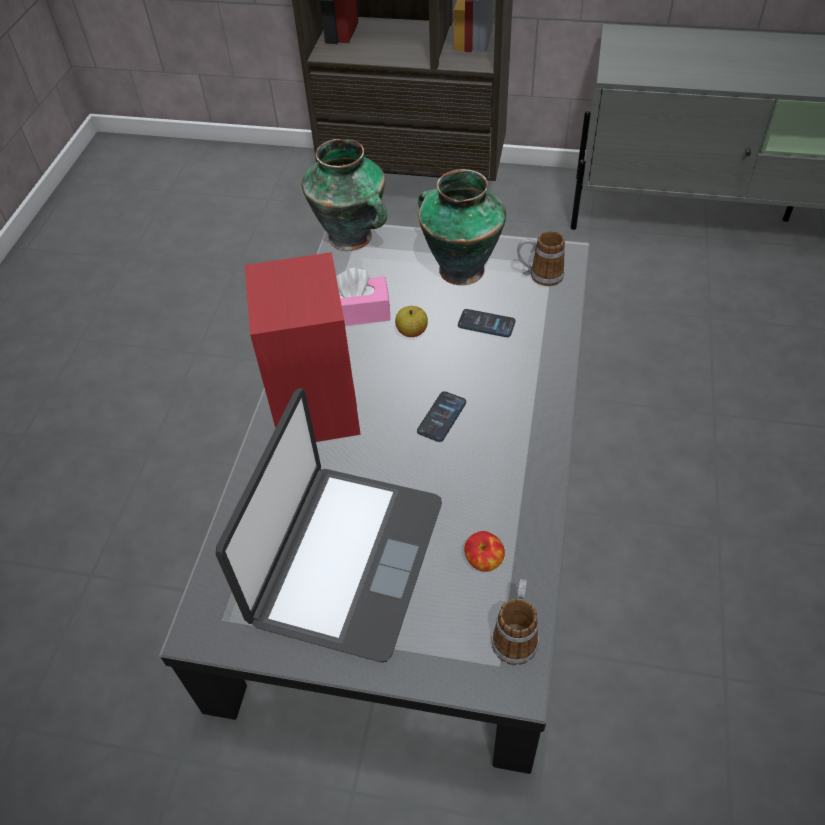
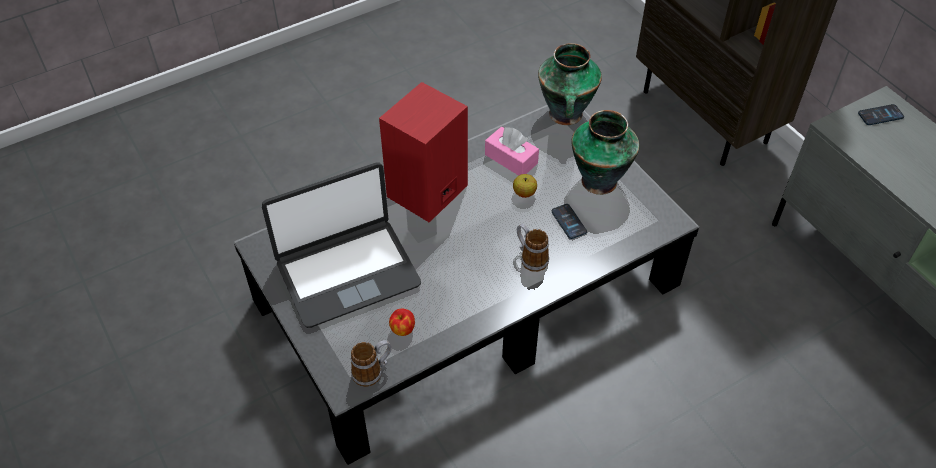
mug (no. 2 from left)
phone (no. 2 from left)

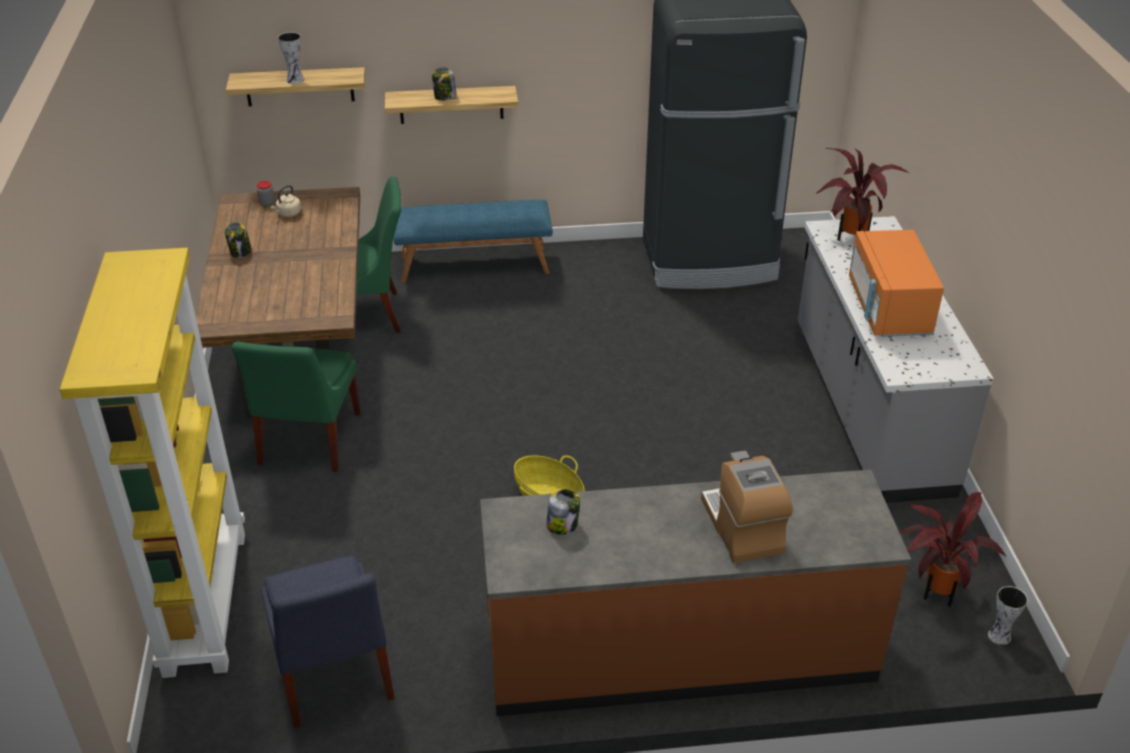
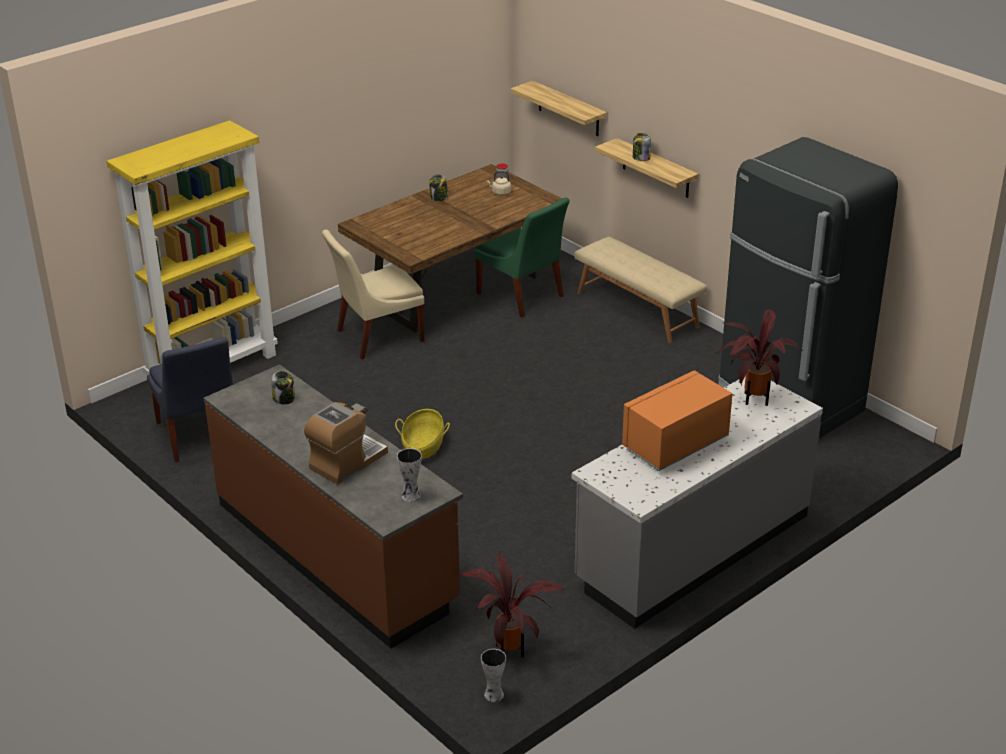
blue chair
beige chair
vase (no. 1 from left)
beige bench

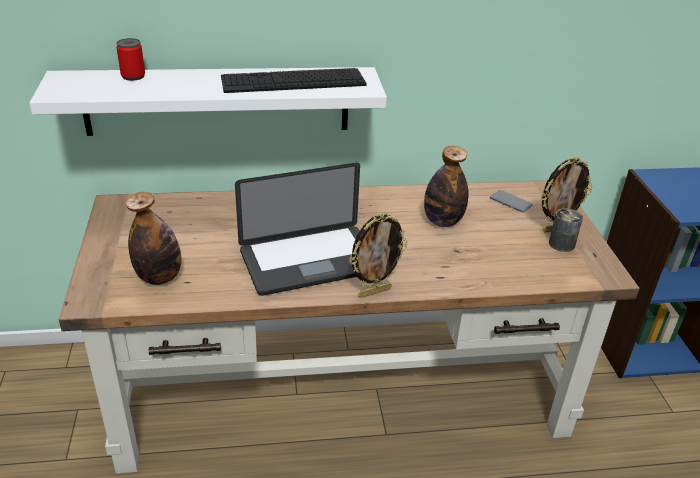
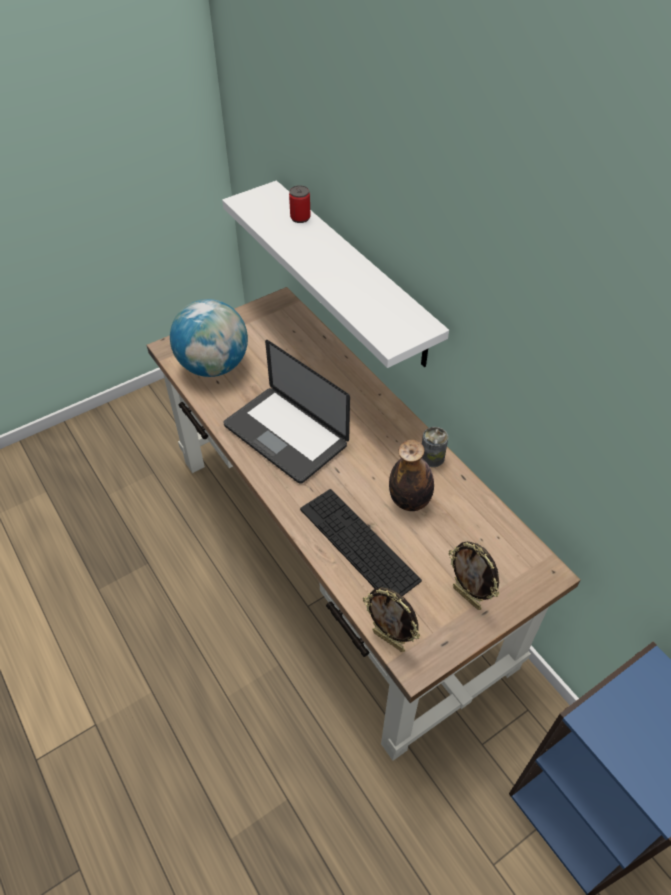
globe
keyboard
picture frame (no. 1 from left)
can (no. 2 from left)
phone

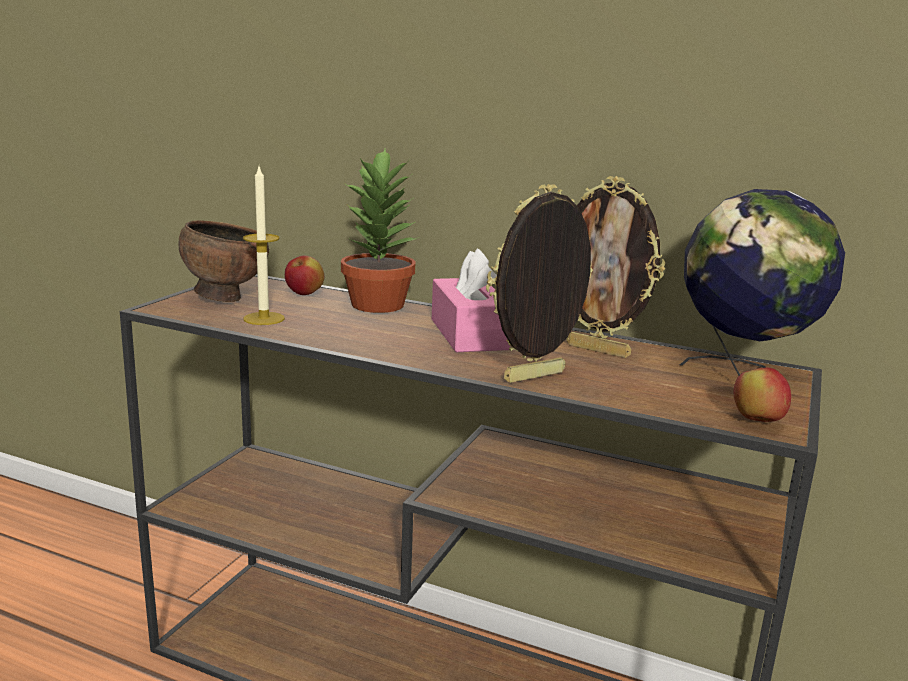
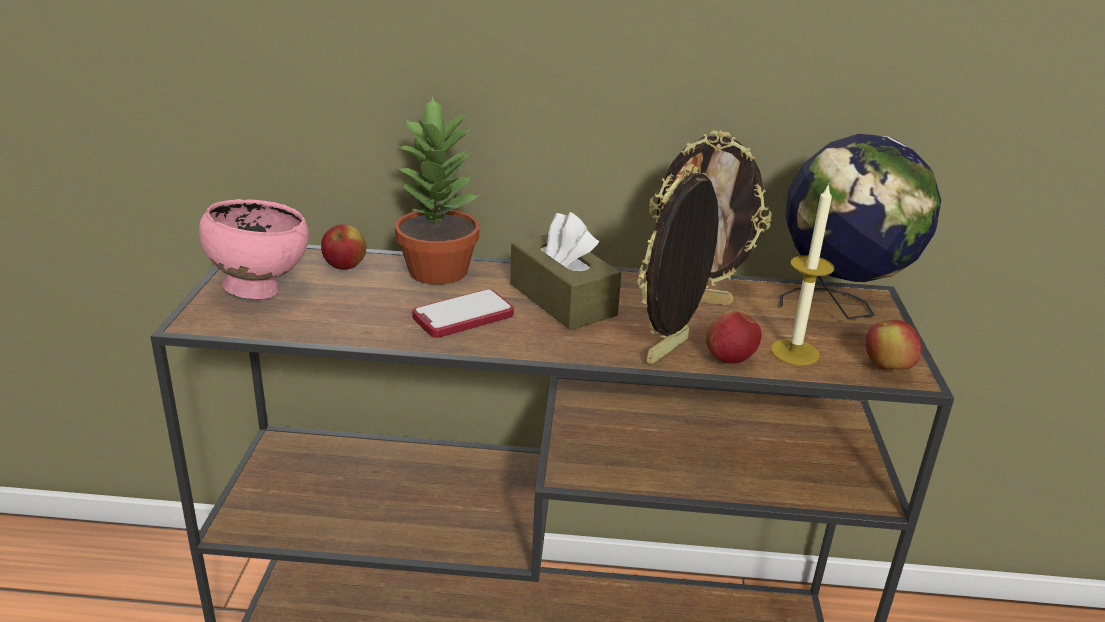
pink bowl
phone
brown tissue box
apple (no. 2 from left)
candle

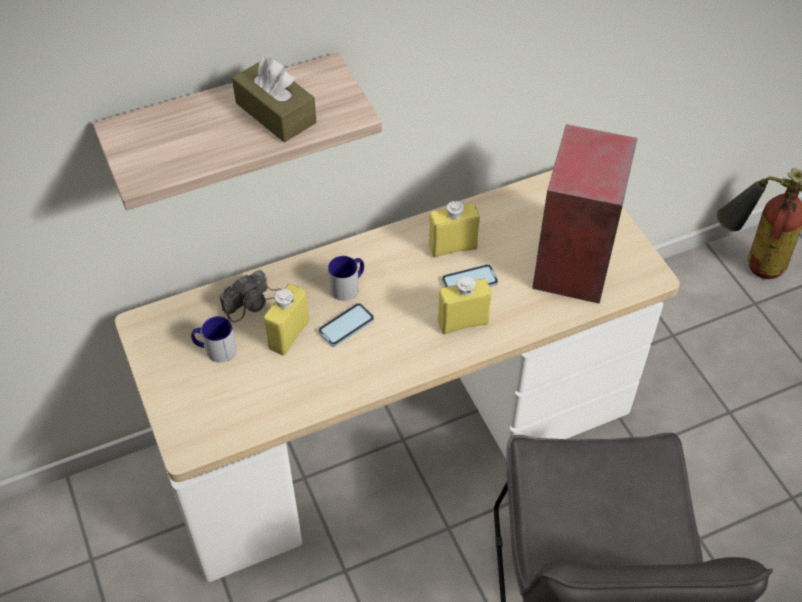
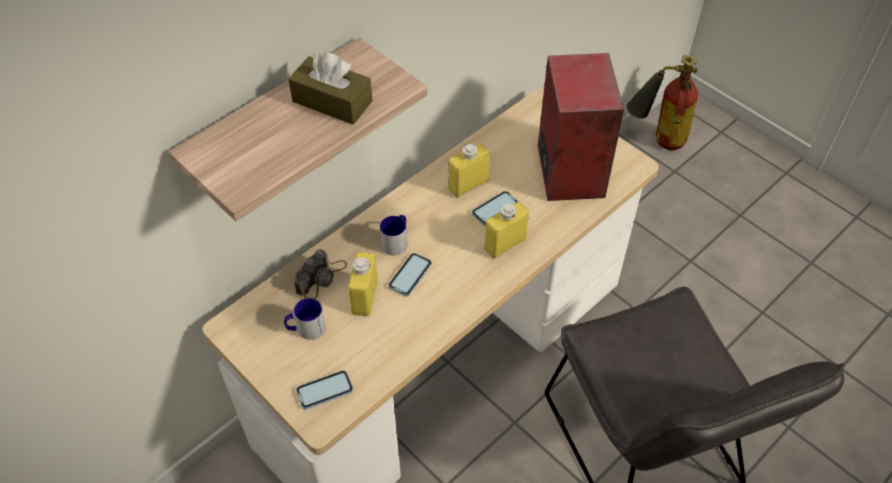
phone (no. 1 from left)

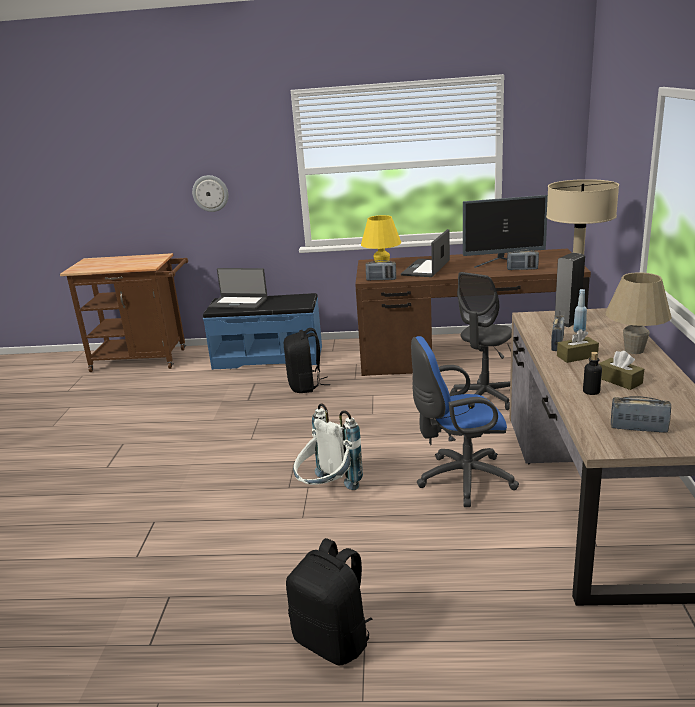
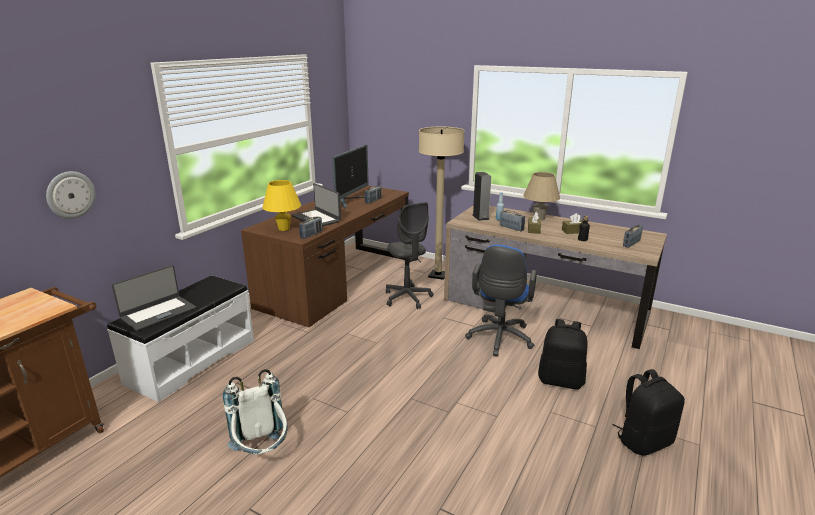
white bench
white backpack
black backpack (no. 1 from left)

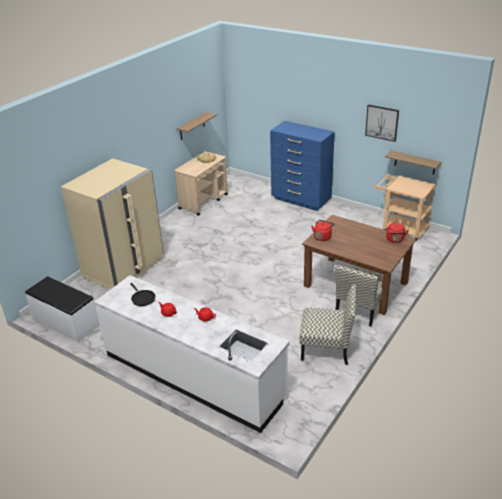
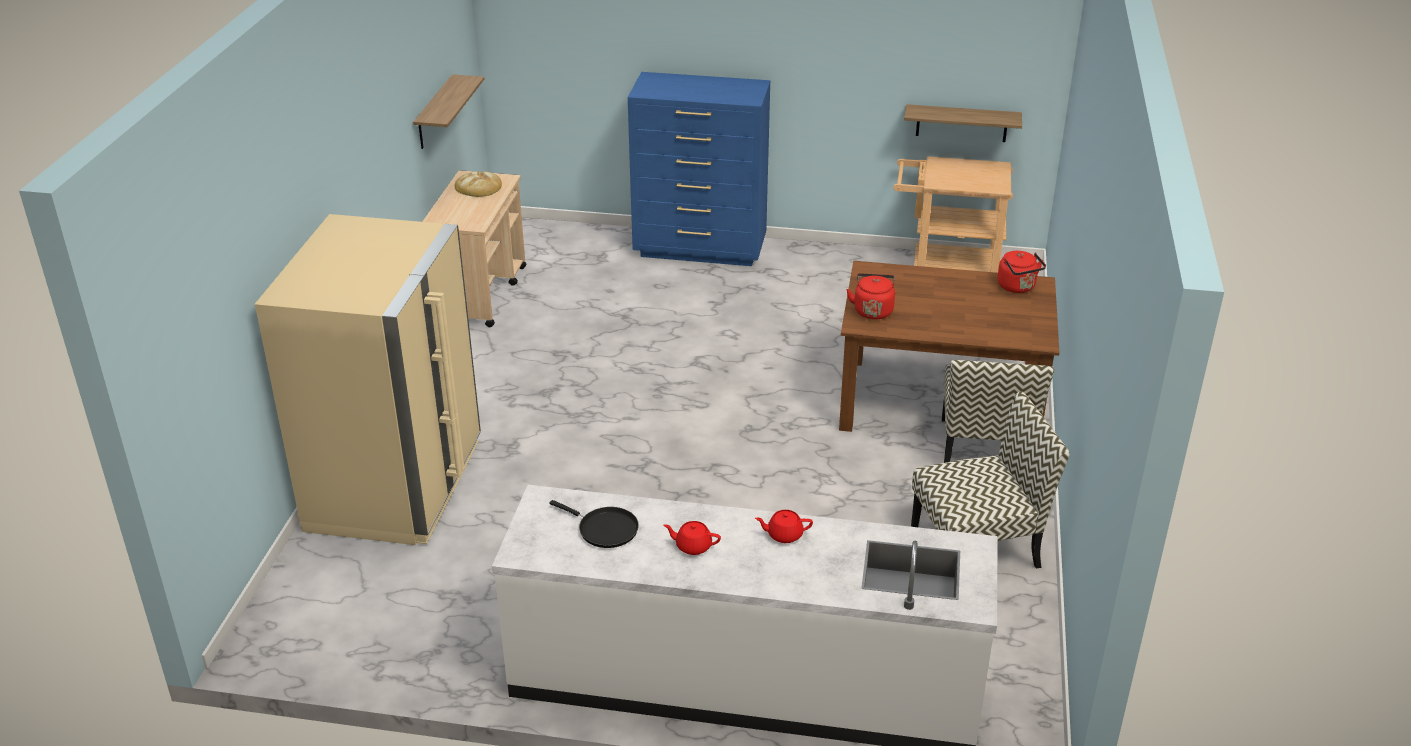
white bench
picture

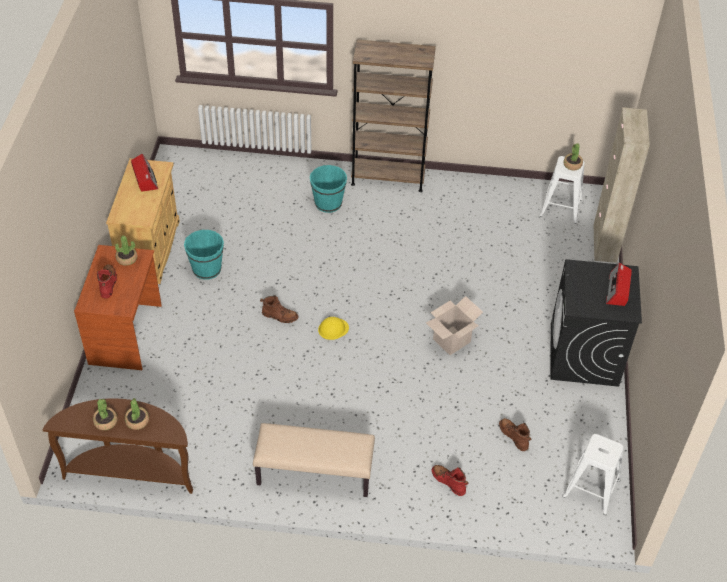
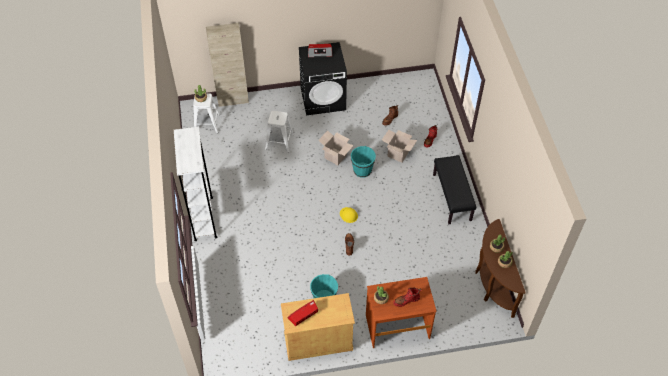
white bookcase
white stool (no. 2 from left)
turquoise bucket (no. 2 from left)
cardboard box (no. 2 from left)
black bench

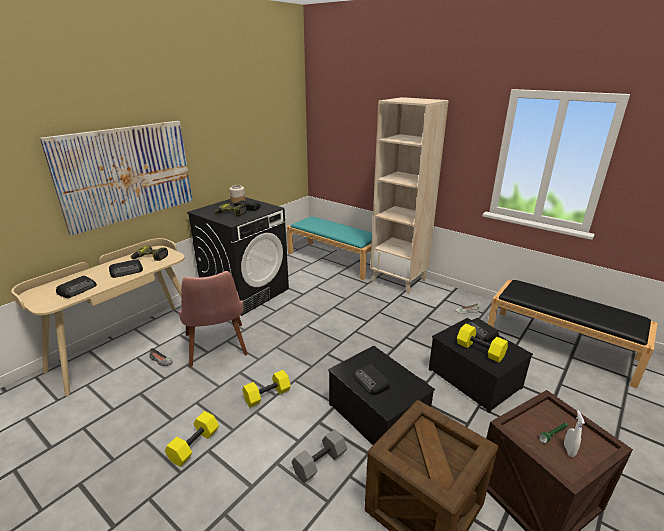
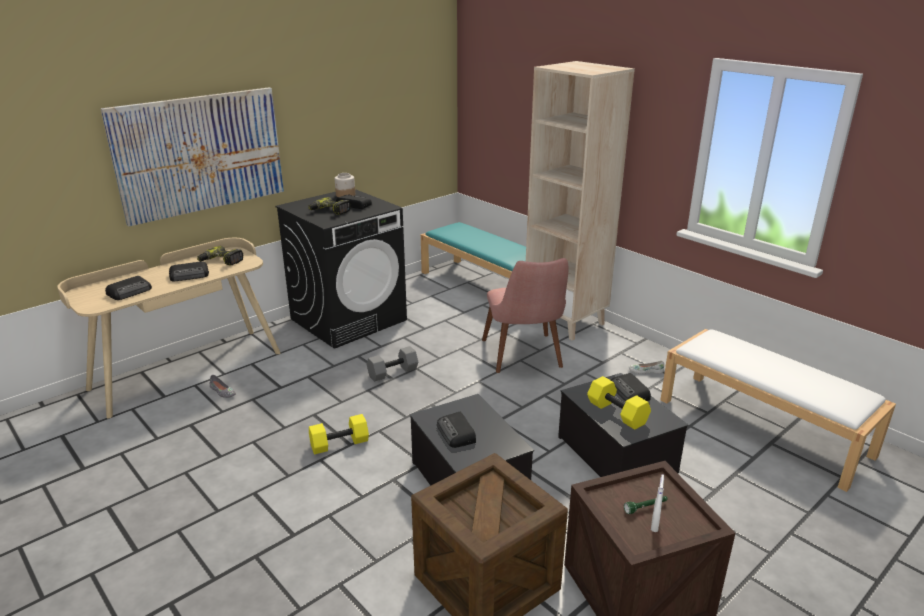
grey dumbbell
pink chair
white bench
yellow dumbbell (no. 1 from left in the first image)

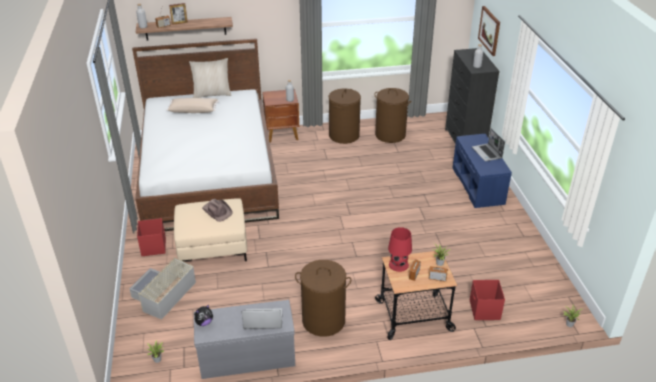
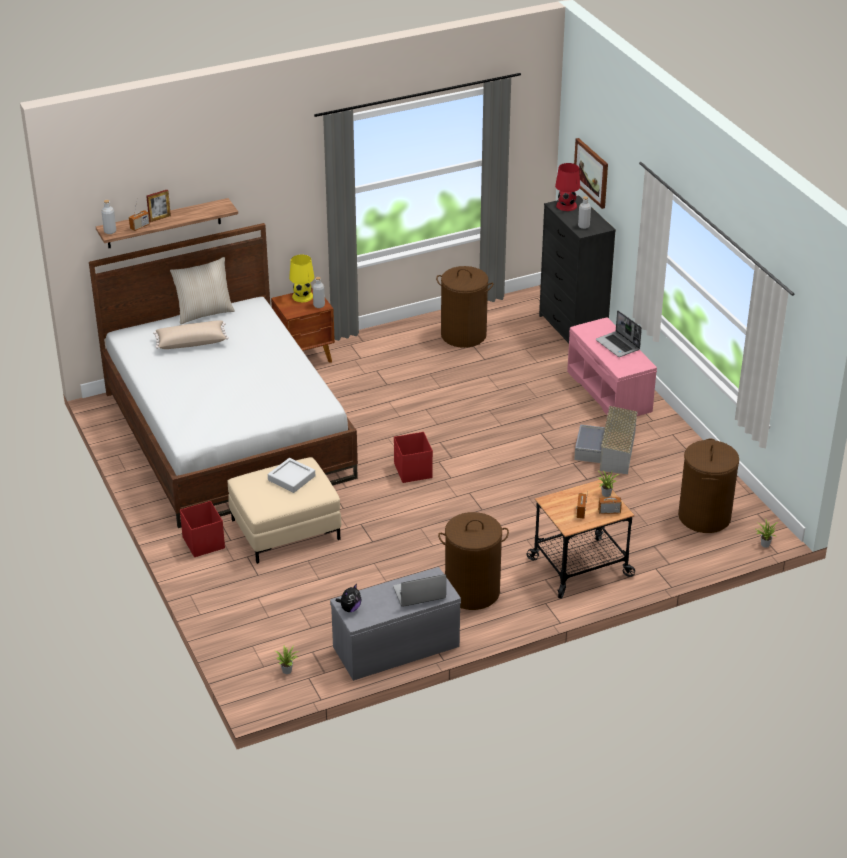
grey tray
yellow table lamp
red storage box (no. 2 from left)
red table lamp
pink bench
grey storage box
brown laundry basket (no. 3 from left)

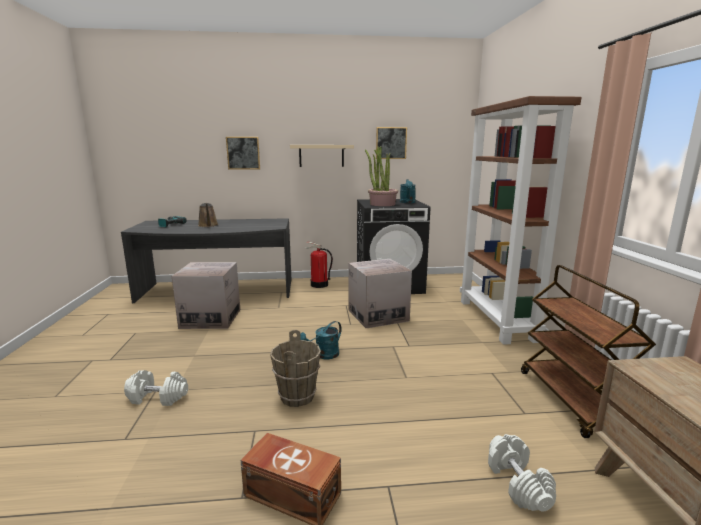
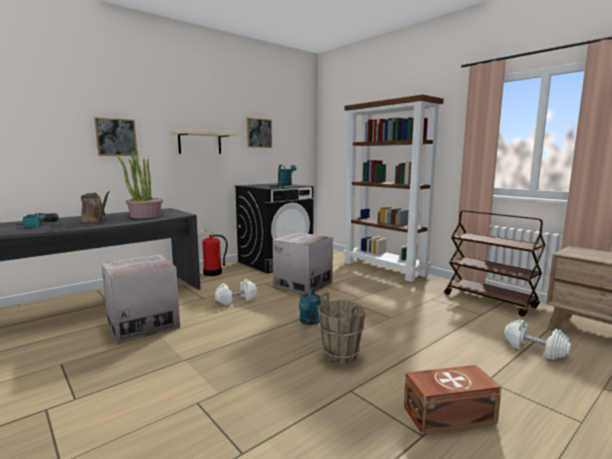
potted plant
white dumbbell (no. 1 from left)

